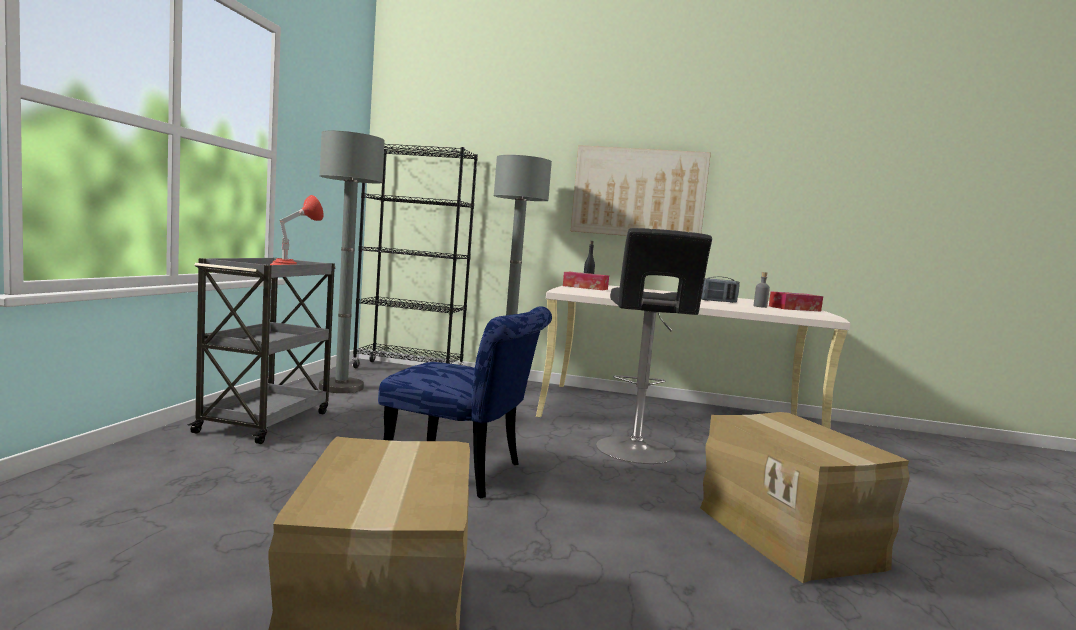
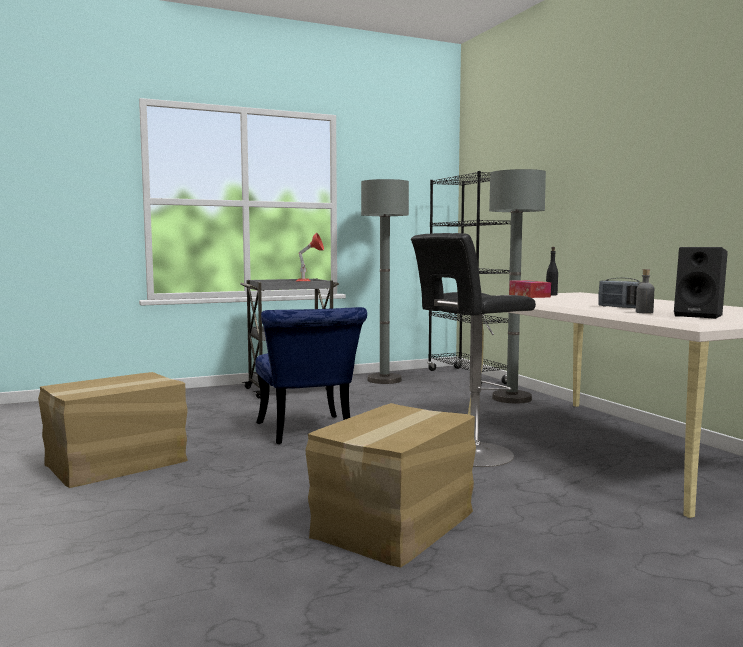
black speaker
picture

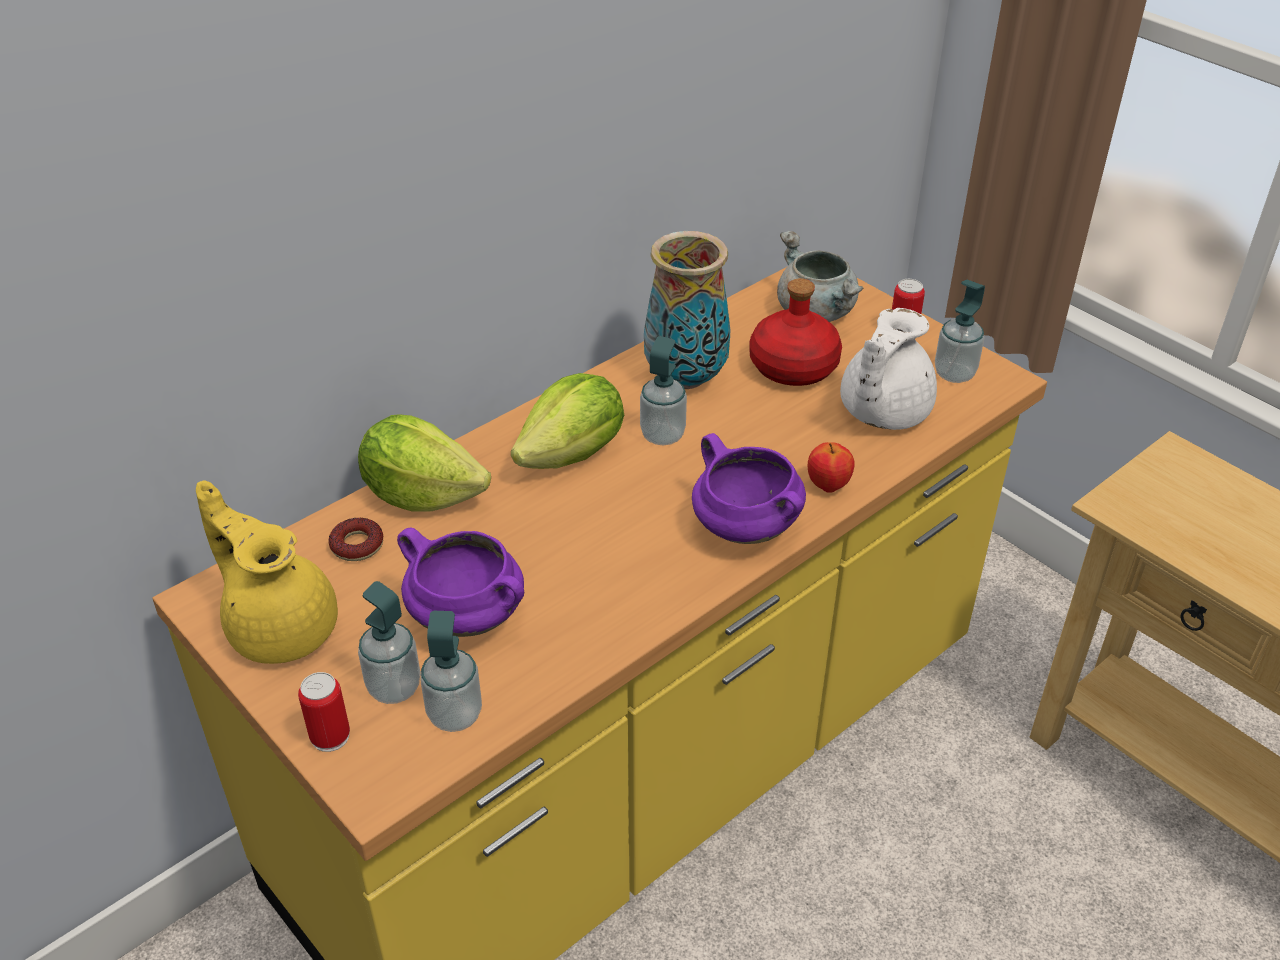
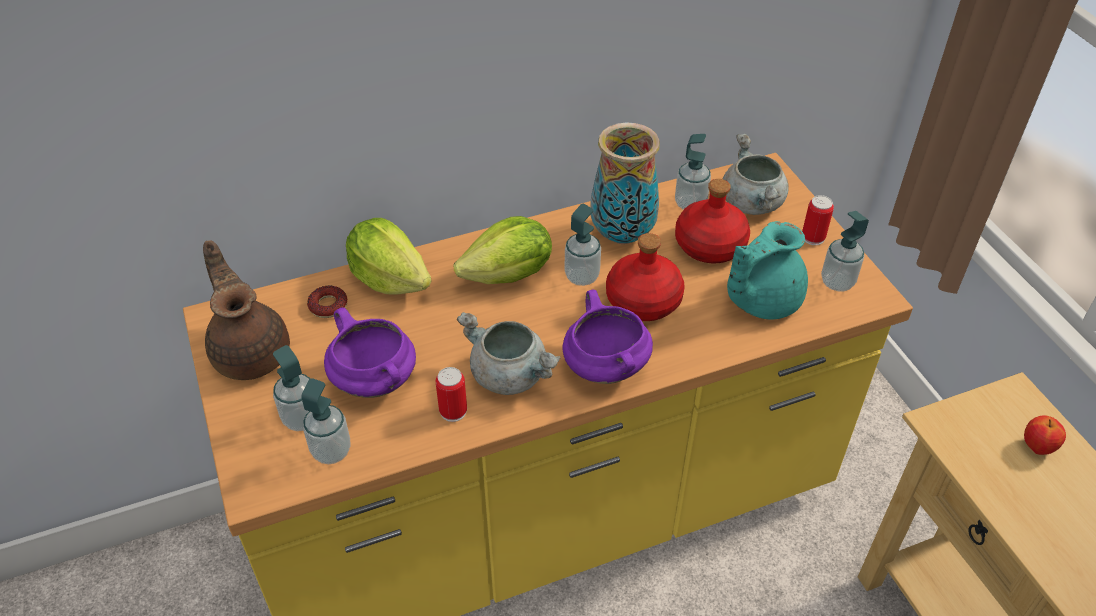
brown teapot
can (no. 1 from left)
grey cooking pot (no. 1 from left)
red bottle (no. 1 from left)
soap dispenser (no. 4 from left)
turquoise teapot
apple

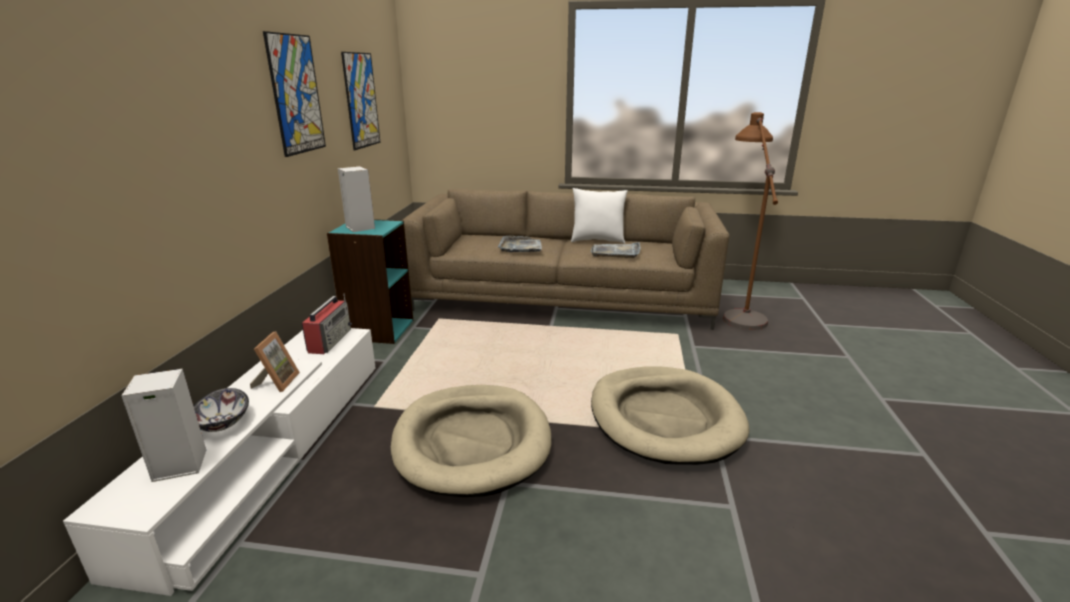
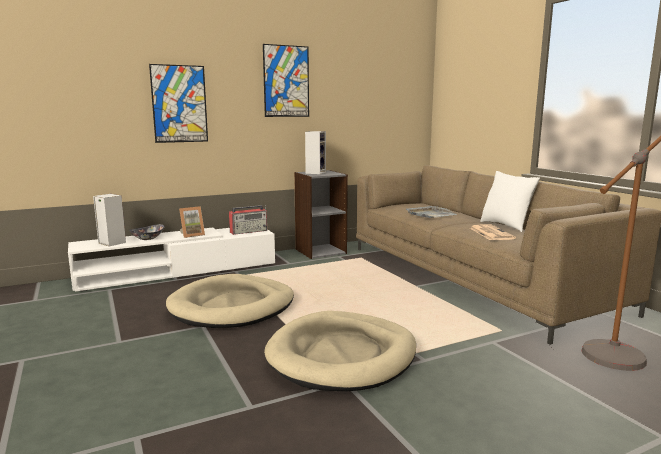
picture (no. 1 from left)
grey bookcase
newspaper

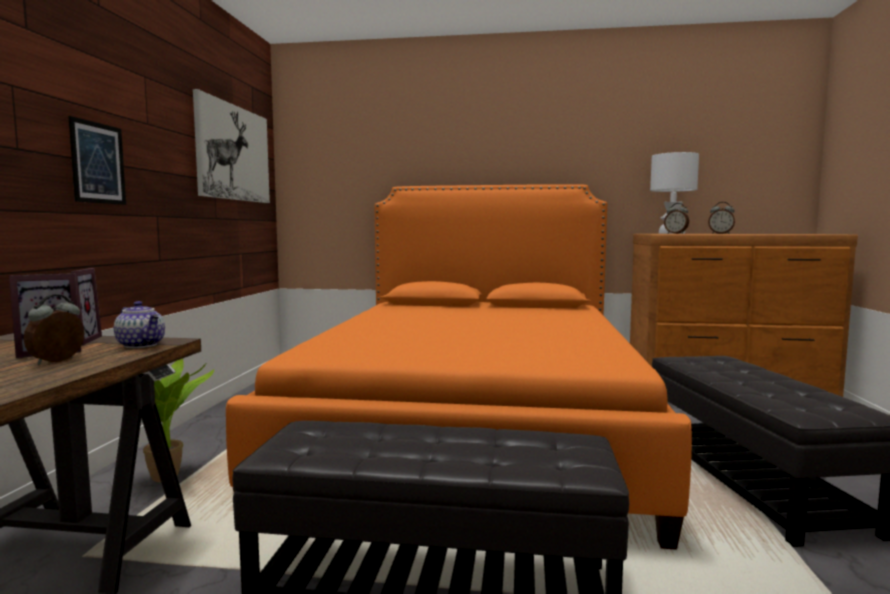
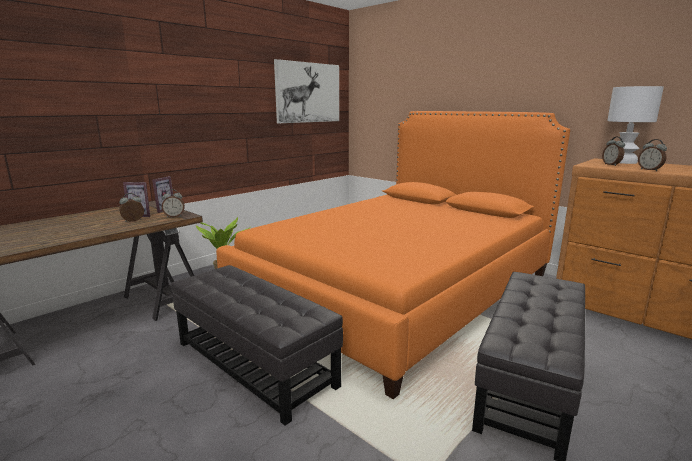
alarm clock (no. 2 from left)
picture (no. 1 from left in the first image)

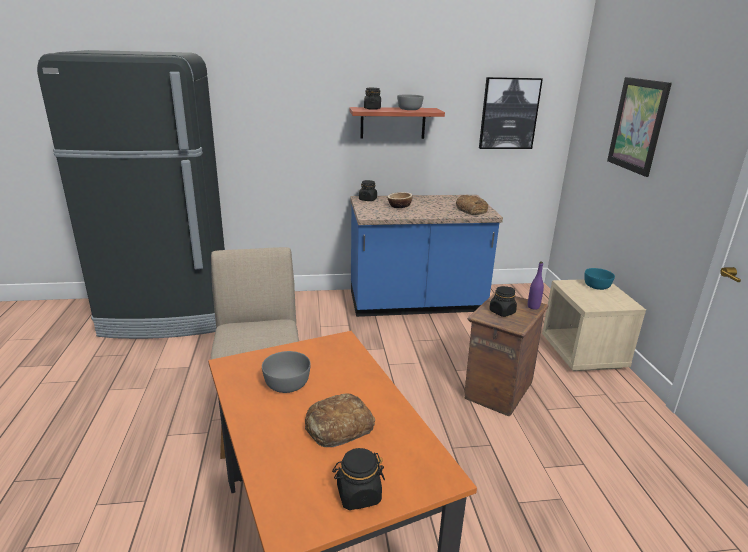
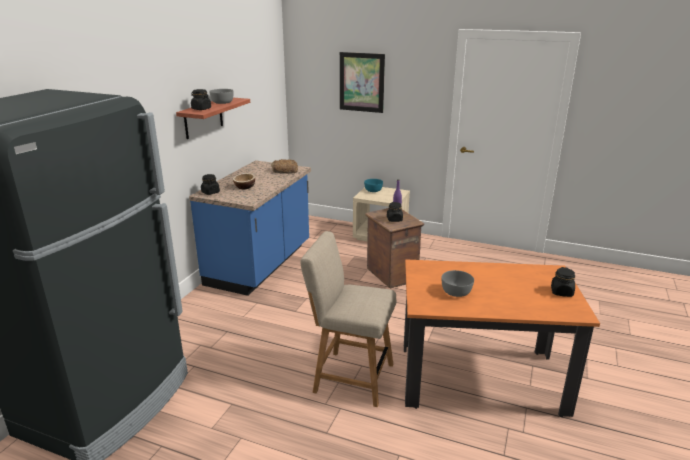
bread (no. 1 from left in the first image)
picture (no. 1 from left in the first image)

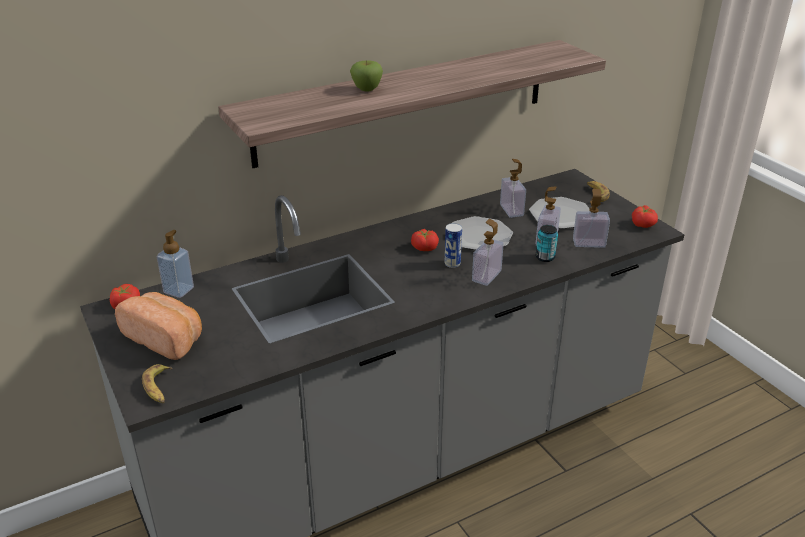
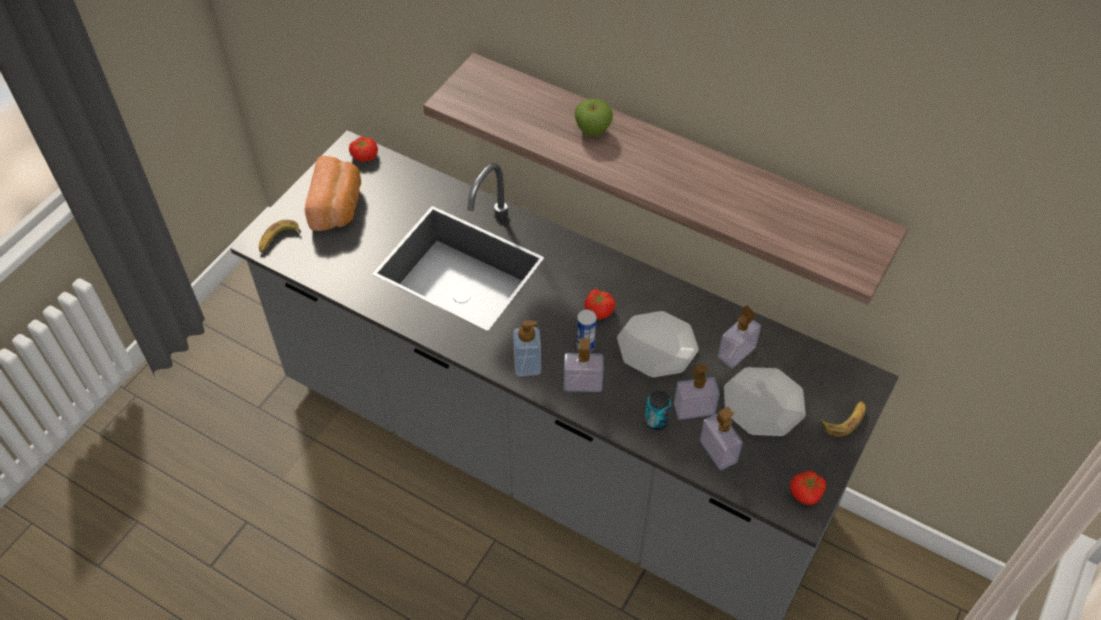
soap dispenser (no. 1 from left)

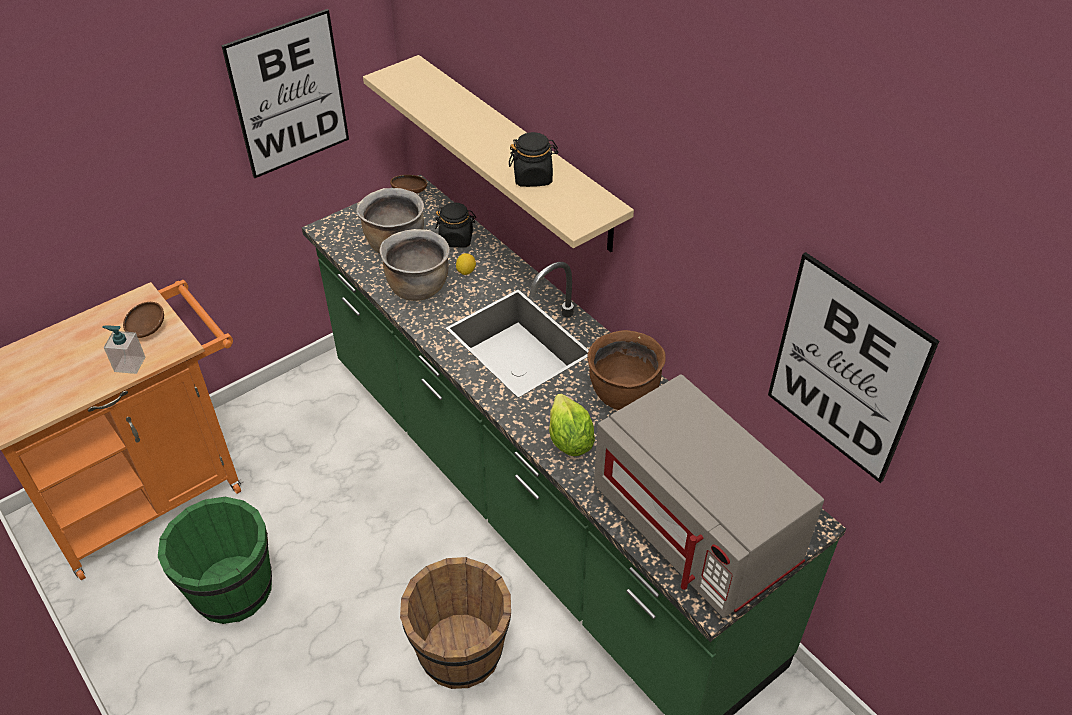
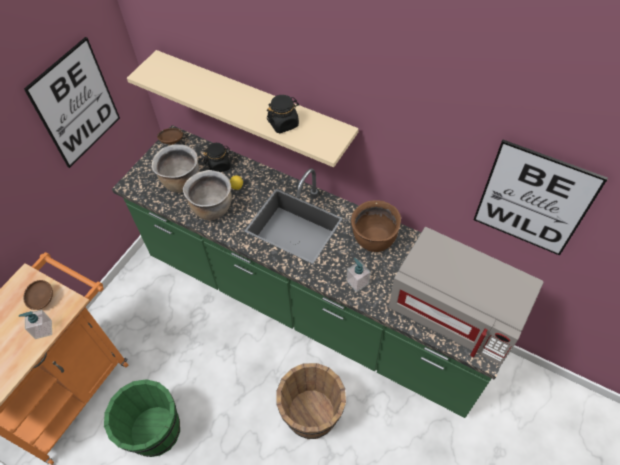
soap dispenser (no. 2 from left)

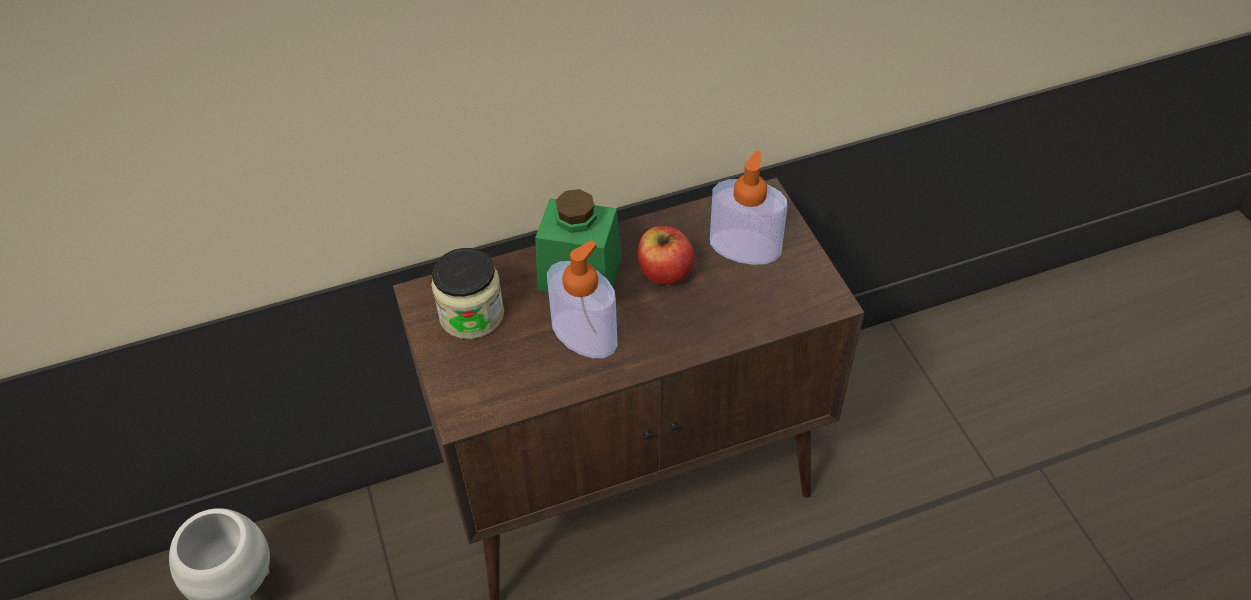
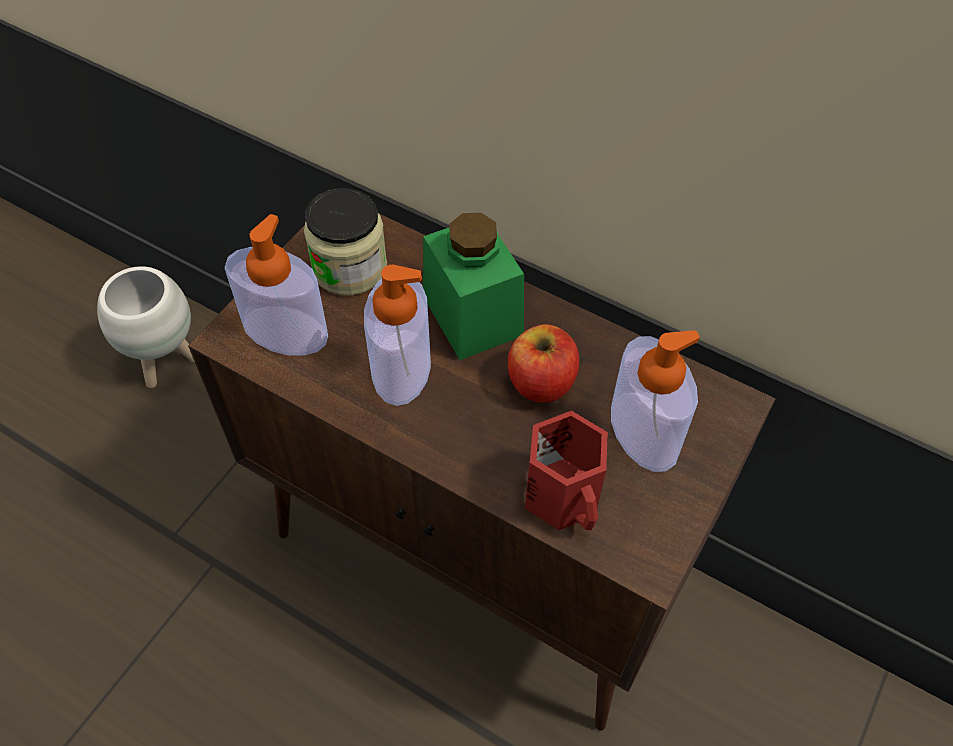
soap dispenser (no. 1 from left)
red mug

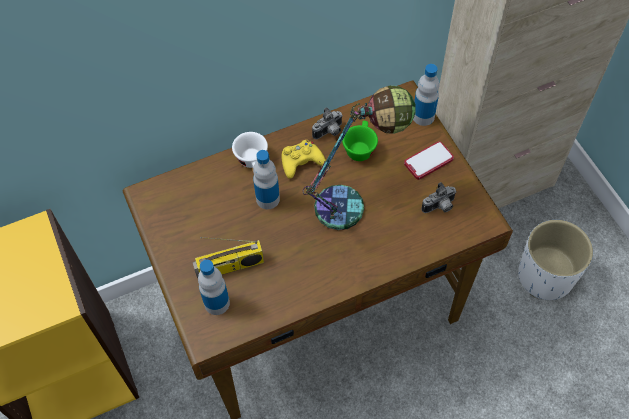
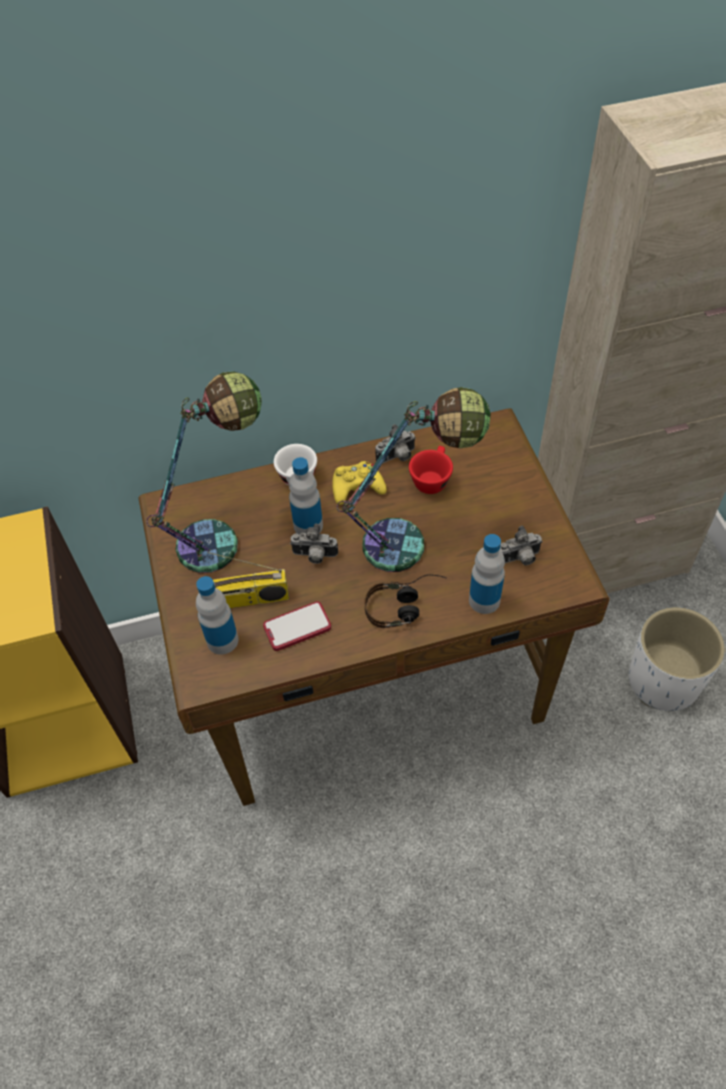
table lamp (no. 1 from left)
phone
photo camera (no. 1 from left)
headphones
red cup
bottle (no. 3 from left)

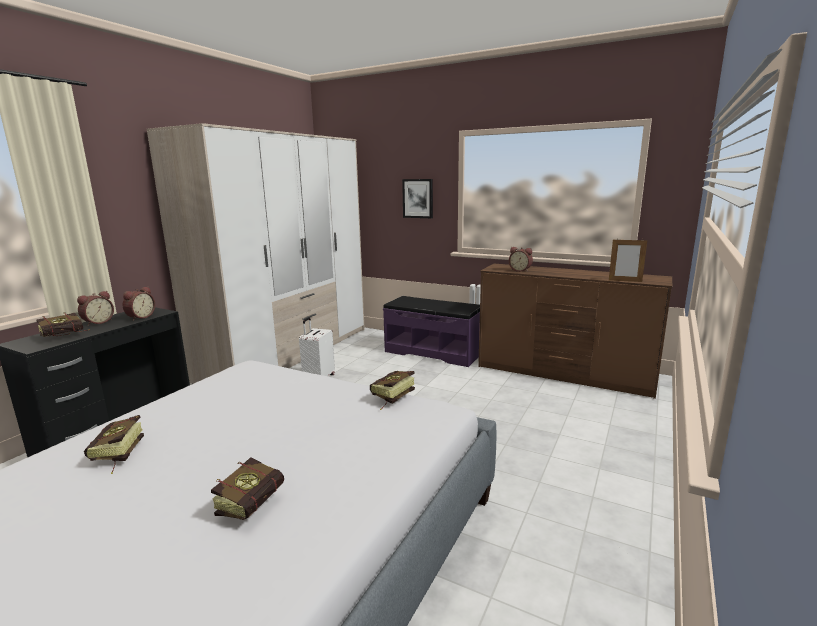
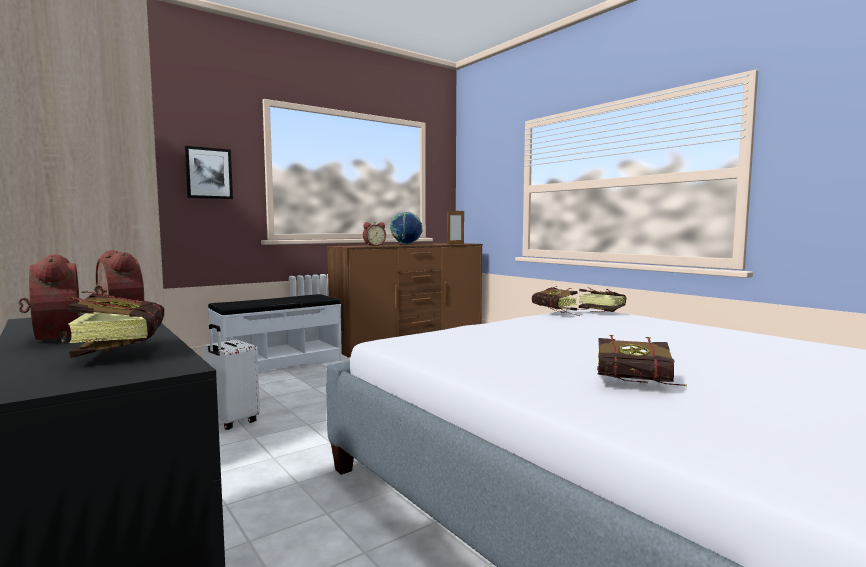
white bench
globe
book (no. 3 from left)

